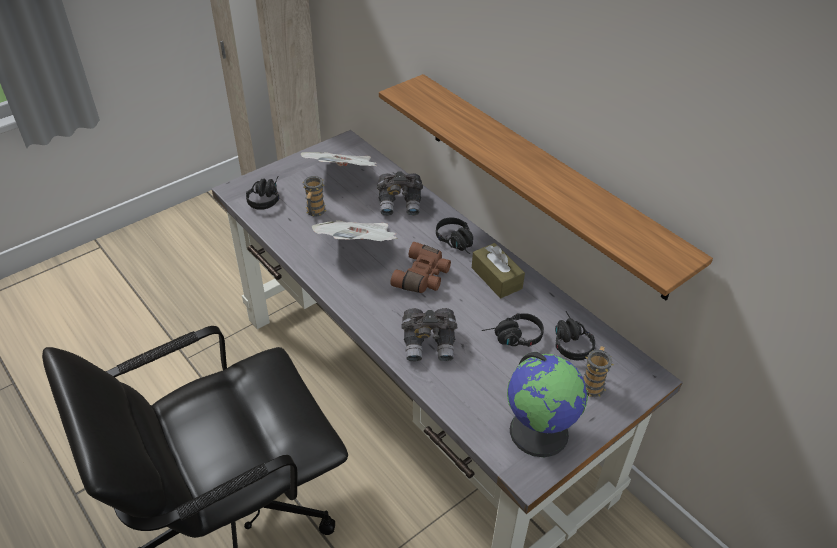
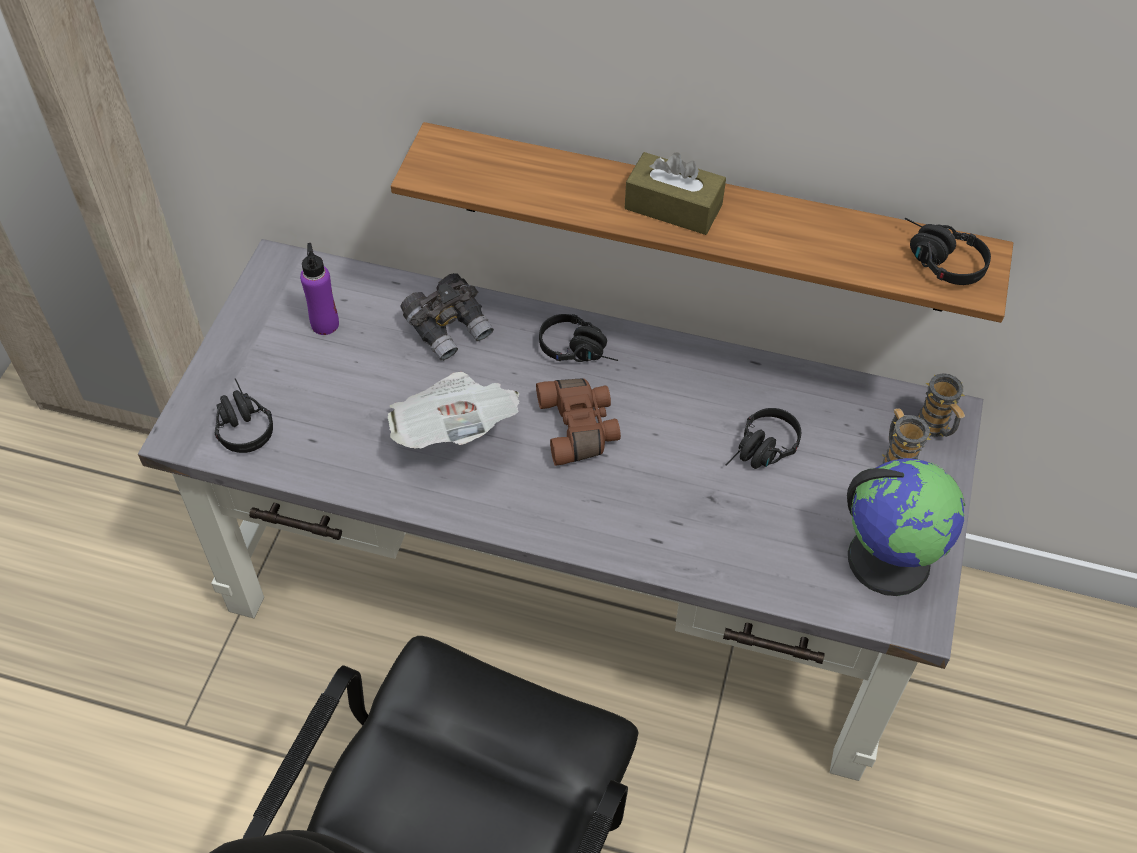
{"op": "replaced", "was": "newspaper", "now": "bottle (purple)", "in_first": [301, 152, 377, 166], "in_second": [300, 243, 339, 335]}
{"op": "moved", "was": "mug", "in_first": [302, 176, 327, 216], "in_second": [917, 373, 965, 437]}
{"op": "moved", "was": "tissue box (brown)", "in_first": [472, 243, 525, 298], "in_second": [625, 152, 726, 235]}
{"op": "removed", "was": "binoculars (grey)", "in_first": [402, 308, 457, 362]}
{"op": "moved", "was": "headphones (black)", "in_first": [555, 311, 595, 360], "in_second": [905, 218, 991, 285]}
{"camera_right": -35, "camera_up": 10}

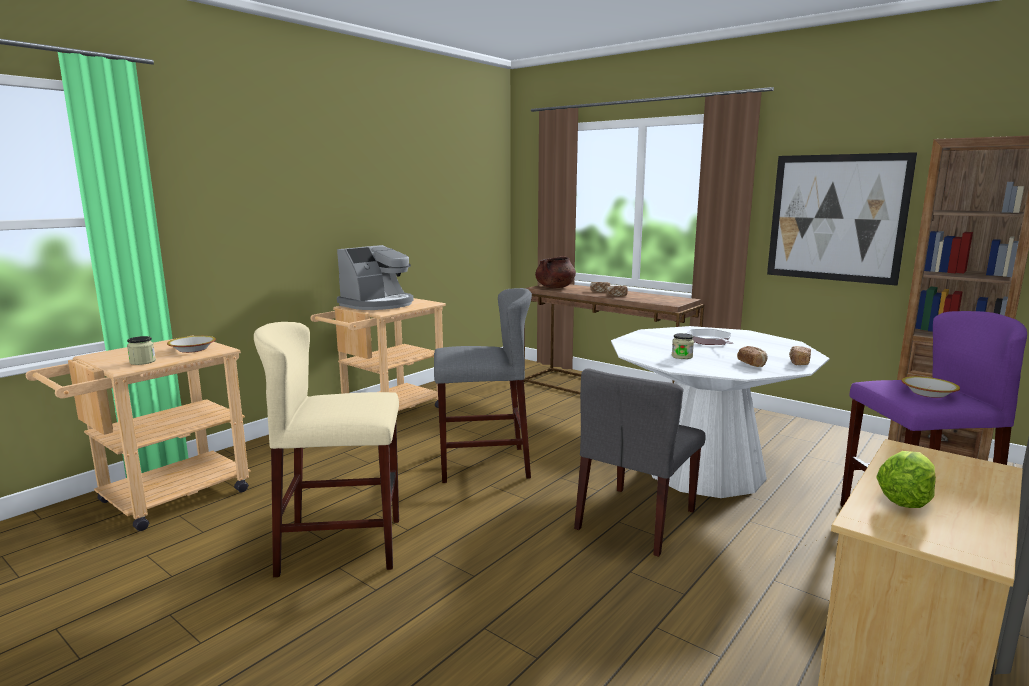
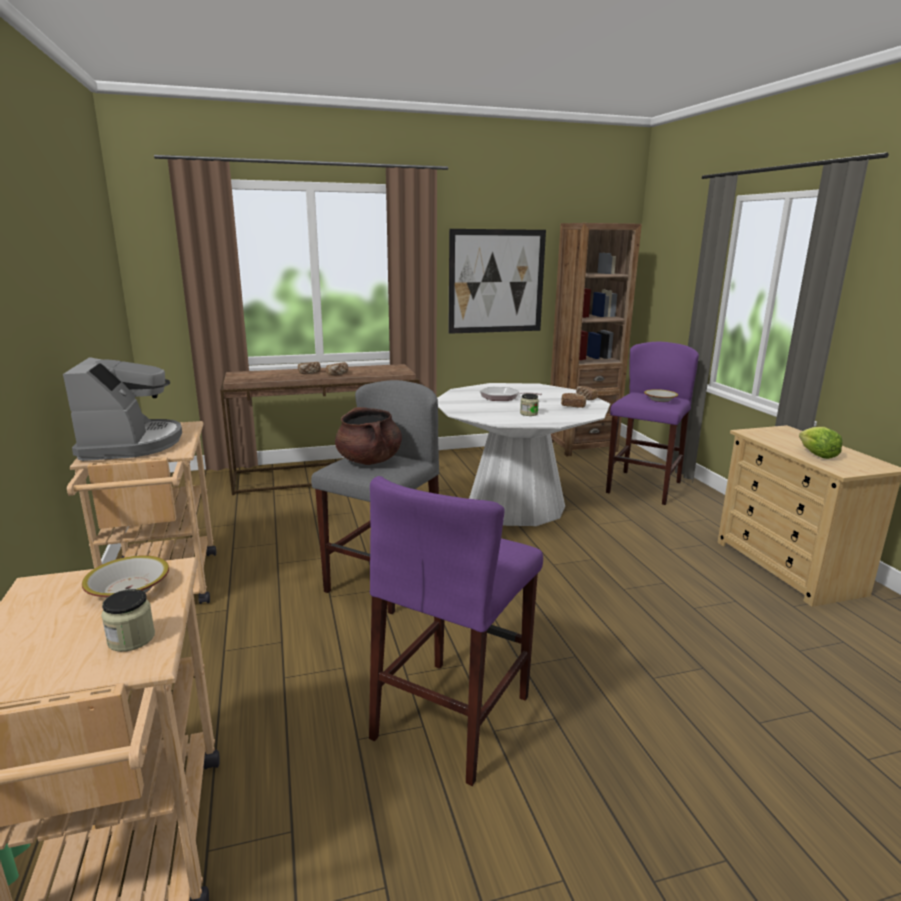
{"op": "moved", "was": "cooking pot (brown)", "in_first": [535, 256, 576, 288], "in_second": [335, 407, 402, 465]}
{"op": "recoloured", "was": "stool (beige)", "now": "stool (purple)", "in_first": [254, 322, 399, 577], "in_second": [369, 476, 543, 786]}
{"op": "removed", "was": "chair (grey)", "in_first": [574, 368, 706, 557]}
{"camera_right": -55, "camera_up": 5}

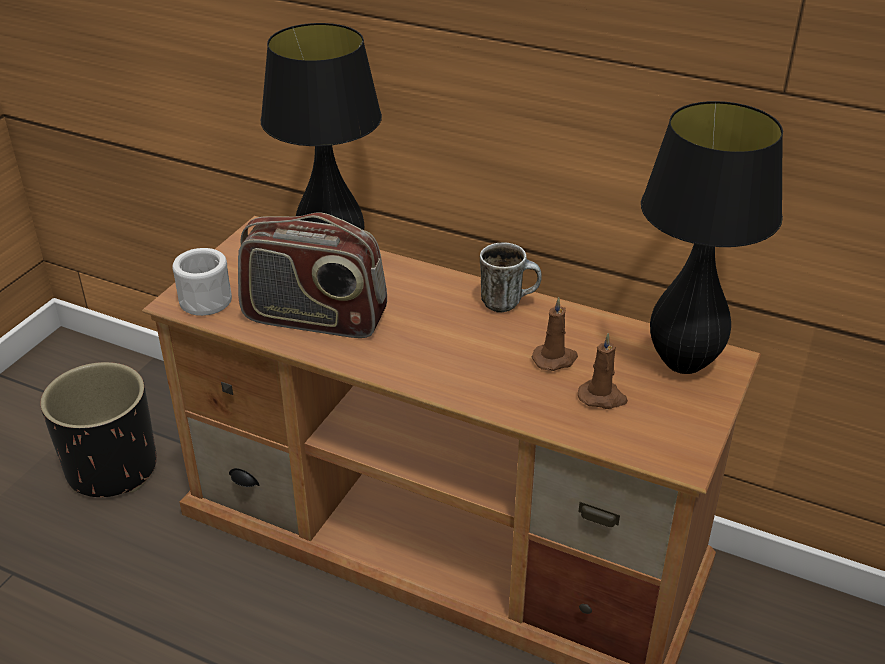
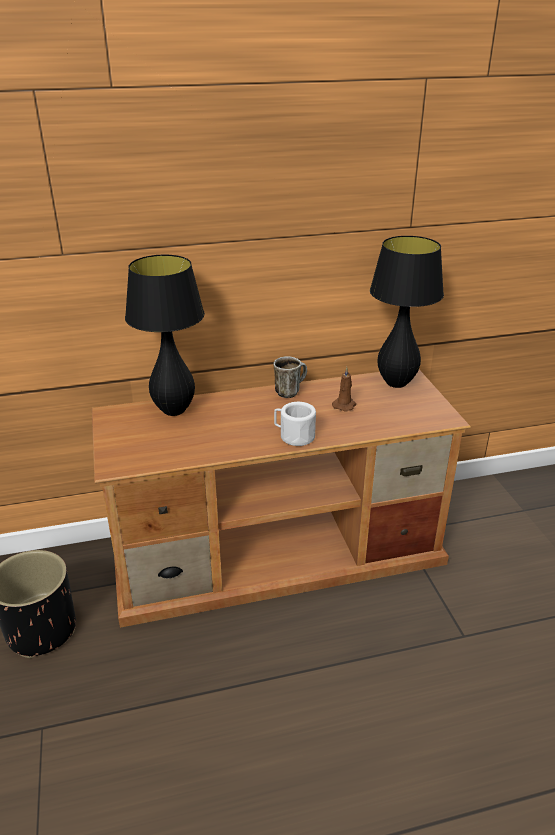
{"op": "removed", "was": "radio", "in_first": [238, 212, 387, 338]}
{"op": "moved", "was": "mug (white)", "in_first": [172, 248, 232, 316], "in_second": [274, 402, 316, 446]}
{"op": "removed", "was": "candle (brown)", "in_first": [578, 333, 628, 409]}
{"camera_right": -40, "camera_up": -5}

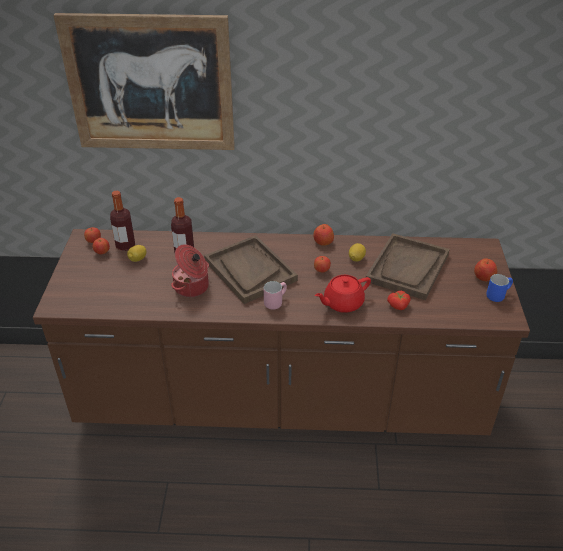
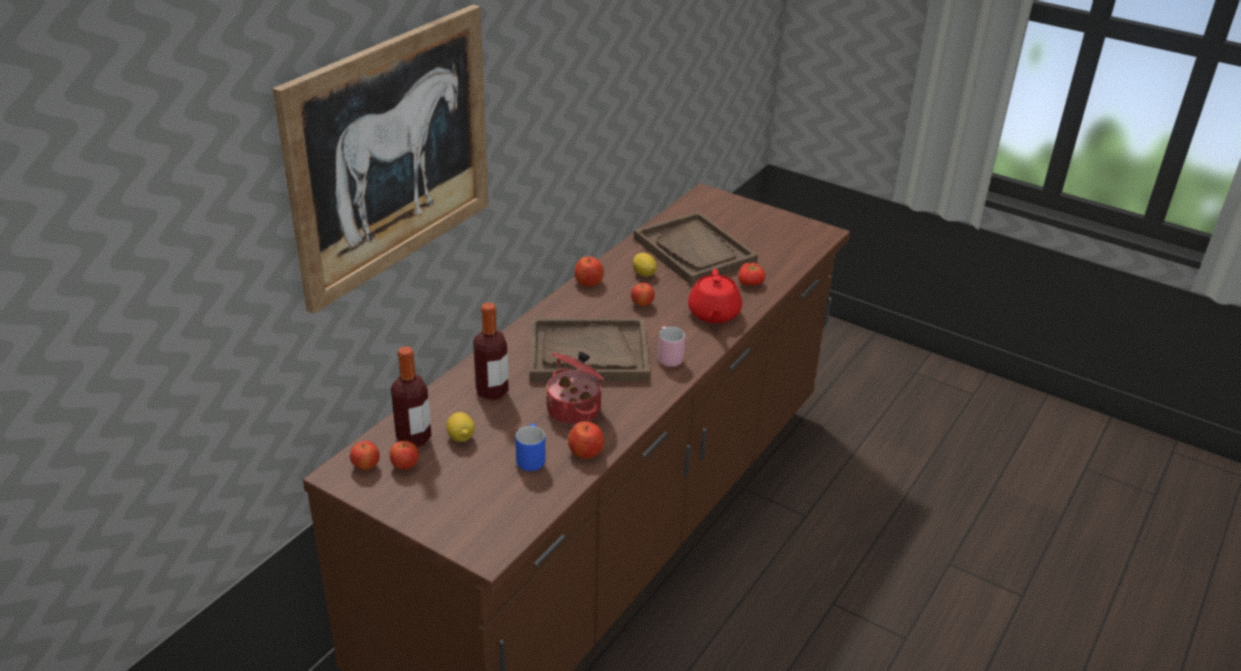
{"op": "moved", "was": "apple", "in_first": [474, 258, 497, 281], "in_second": [568, 421, 605, 459]}
{"op": "moved", "was": "mug (blue)", "in_first": [486, 274, 513, 302], "in_second": [515, 424, 545, 471]}
{"camera_right": -60, "camera_up": -5}

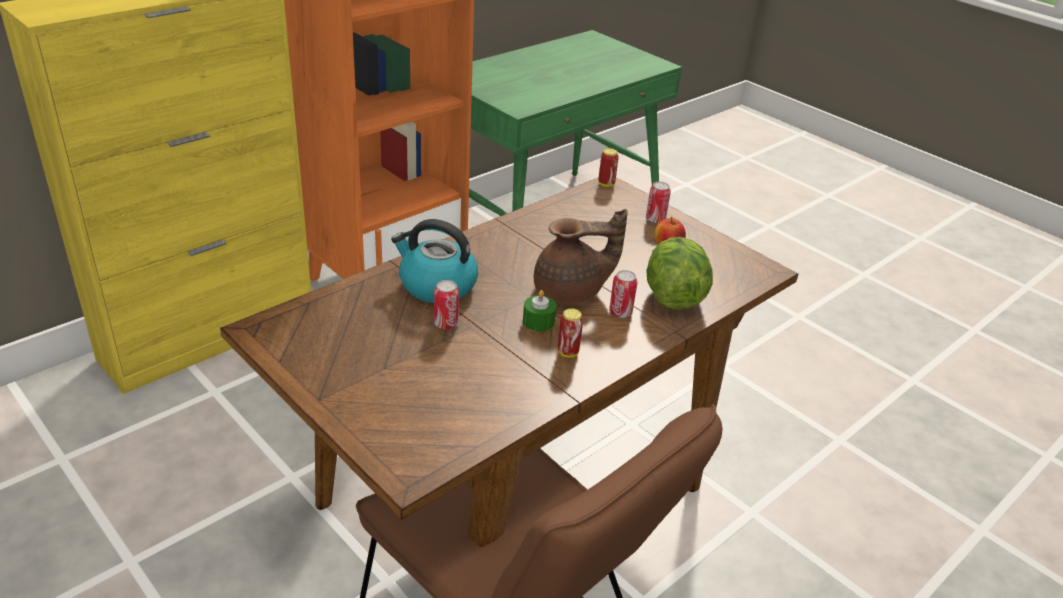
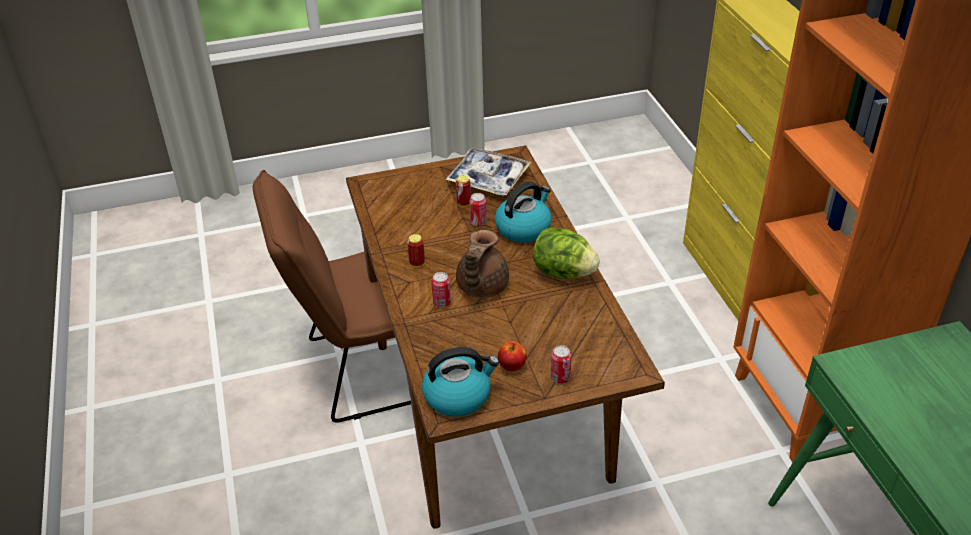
{"op": "moved", "was": "can", "in_first": [598, 148, 619, 187], "in_second": [456, 175, 471, 207]}
{"op": "moved", "was": "lettuce", "in_first": [646, 237, 713, 310], "in_second": [533, 227, 600, 279]}
{"op": "removed", "was": "candle (green)", "in_first": [523, 290, 556, 332]}
{"op": "added", "now": "tray", "in_second": [445, 148, 531, 196]}
{"op": "added", "now": "kettle", "in_second": [422, 347, 499, 417]}
{"camera_right": 120, "camera_up": 5}

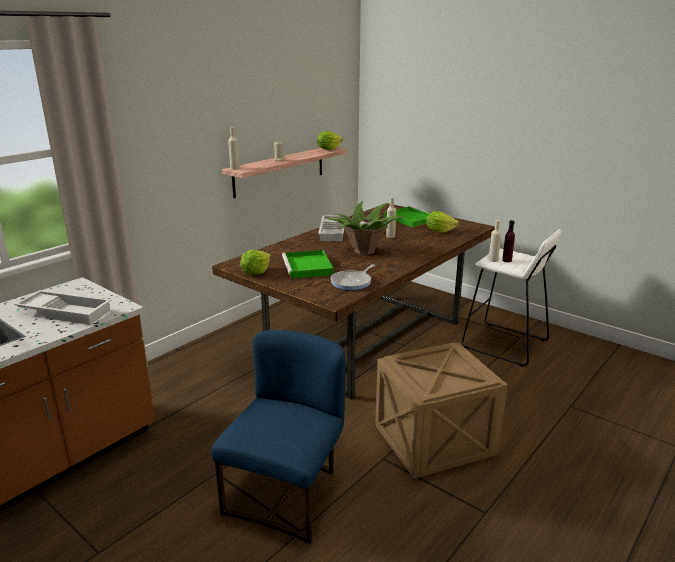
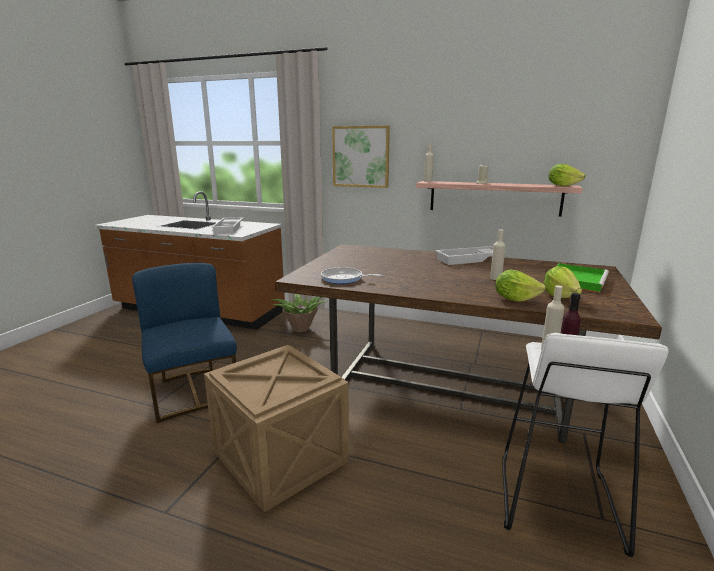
{"op": "moved", "was": "potted plant", "in_first": [326, 201, 404, 255], "in_second": [271, 294, 327, 332]}
{"op": "moved", "was": "lettuce", "in_first": [240, 250, 271, 275], "in_second": [495, 270, 546, 302]}
{"op": "removed", "was": "tray (green)", "in_first": [282, 250, 333, 279]}
{"op": "turned", "was": "chair (blue)", "in_first": [211, 330, 346, 543], "in_second": [132, 263, 237, 423], "clockwise": -120}
{"op": "added", "now": "picture", "in_second": [332, 126, 390, 188]}
{"camera_right": 70, "camera_up": -5}

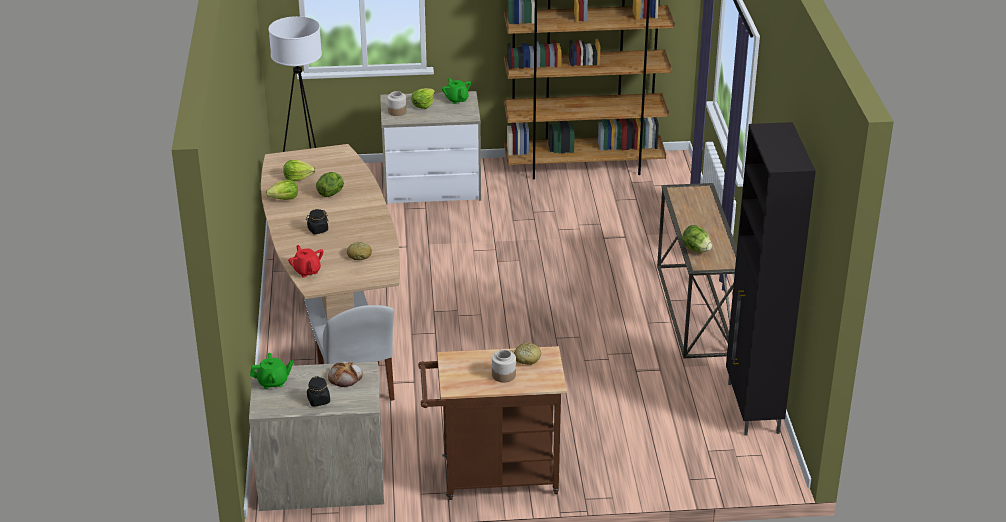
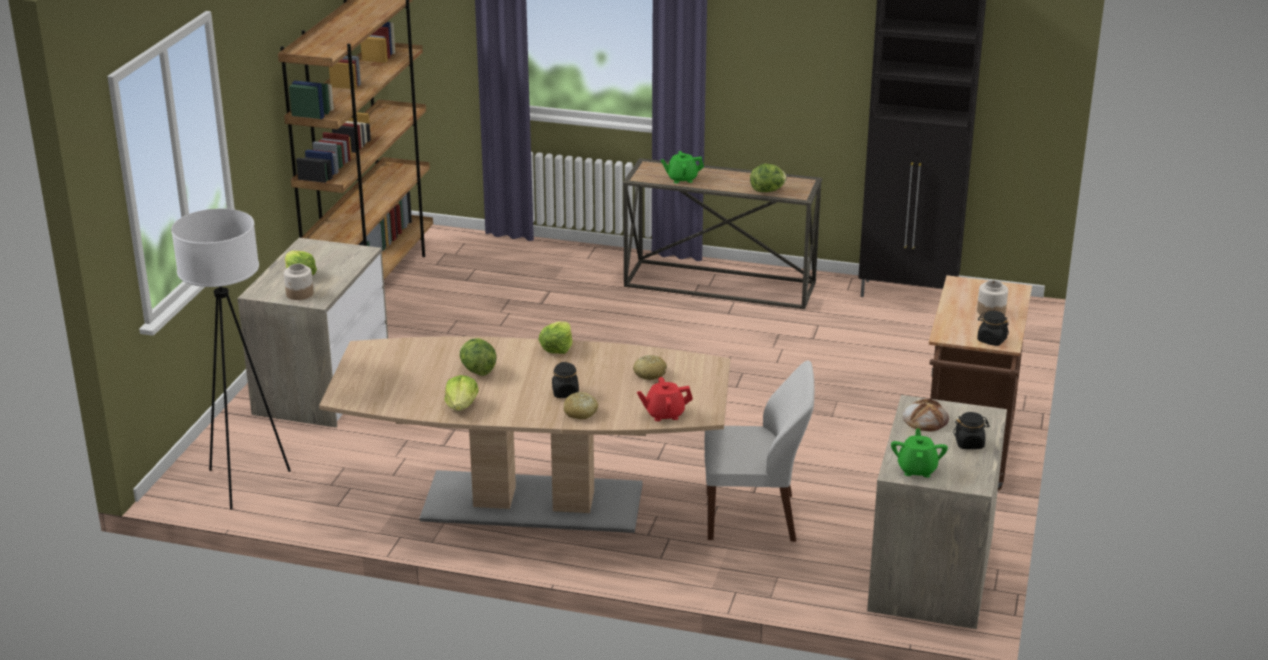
{"op": "moved", "was": "teapot (green)", "in_first": [442, 78, 471, 104], "in_second": [661, 151, 704, 183]}
{"op": "moved", "was": "lettuce", "in_first": [283, 160, 315, 181], "in_second": [538, 321, 573, 354]}
{"op": "moved", "was": "bread", "in_first": [514, 343, 541, 365], "in_second": [564, 392, 598, 419]}
{"op": "added", "now": "jar (black)", "in_second": [977, 311, 1009, 346]}
{"camera_right": -70, "camera_up": -5}

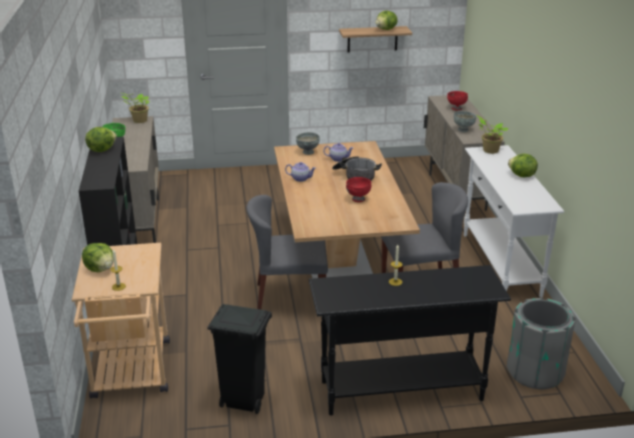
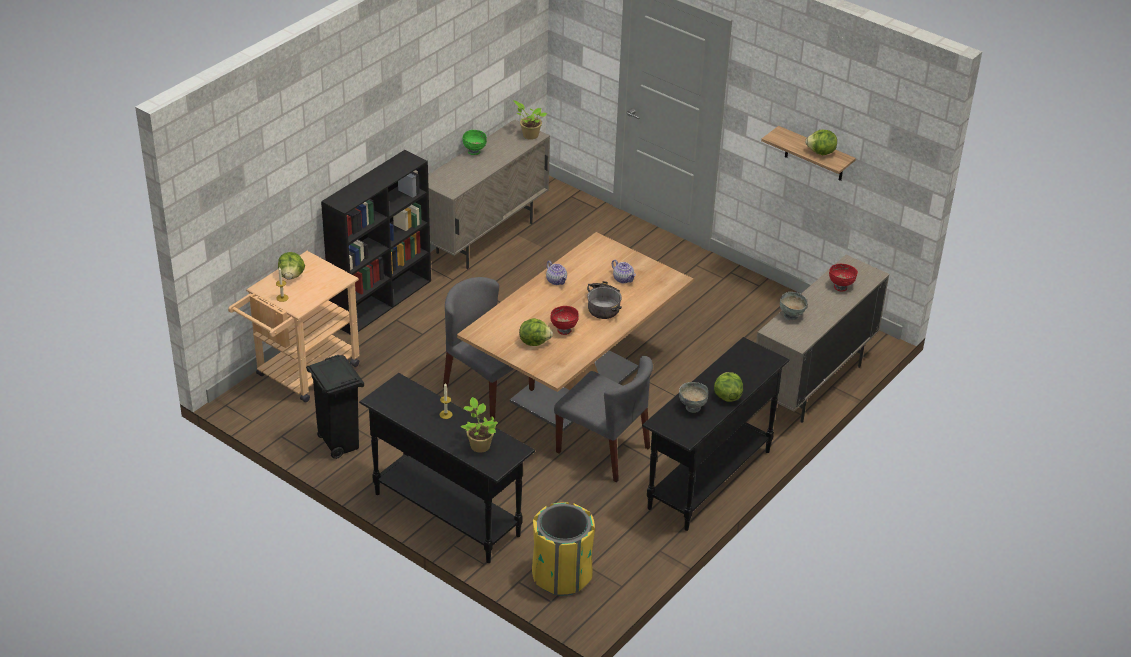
{"op": "moved", "was": "potted plant", "in_first": [476, 115, 509, 154], "in_second": [461, 397, 498, 453]}
{"op": "moved", "was": "lettuce", "in_first": [85, 127, 117, 152], "in_second": [519, 318, 553, 346]}
{"op": "moved", "was": "bowl (grey)", "in_first": [296, 132, 320, 155], "in_second": [679, 382, 708, 413]}
{"op": "recoloured", "was": "console table (white)", "now": "console table (black)", "in_first": [464, 145, 564, 297], "in_second": [642, 337, 790, 531]}
{"op": "recoloured", "was": "trash can (grey)", "now": "trash can (yellow)", "in_first": [507, 298, 576, 389], "in_second": [532, 502, 595, 596]}
{"camera_right": 45, "camera_up": 10}

